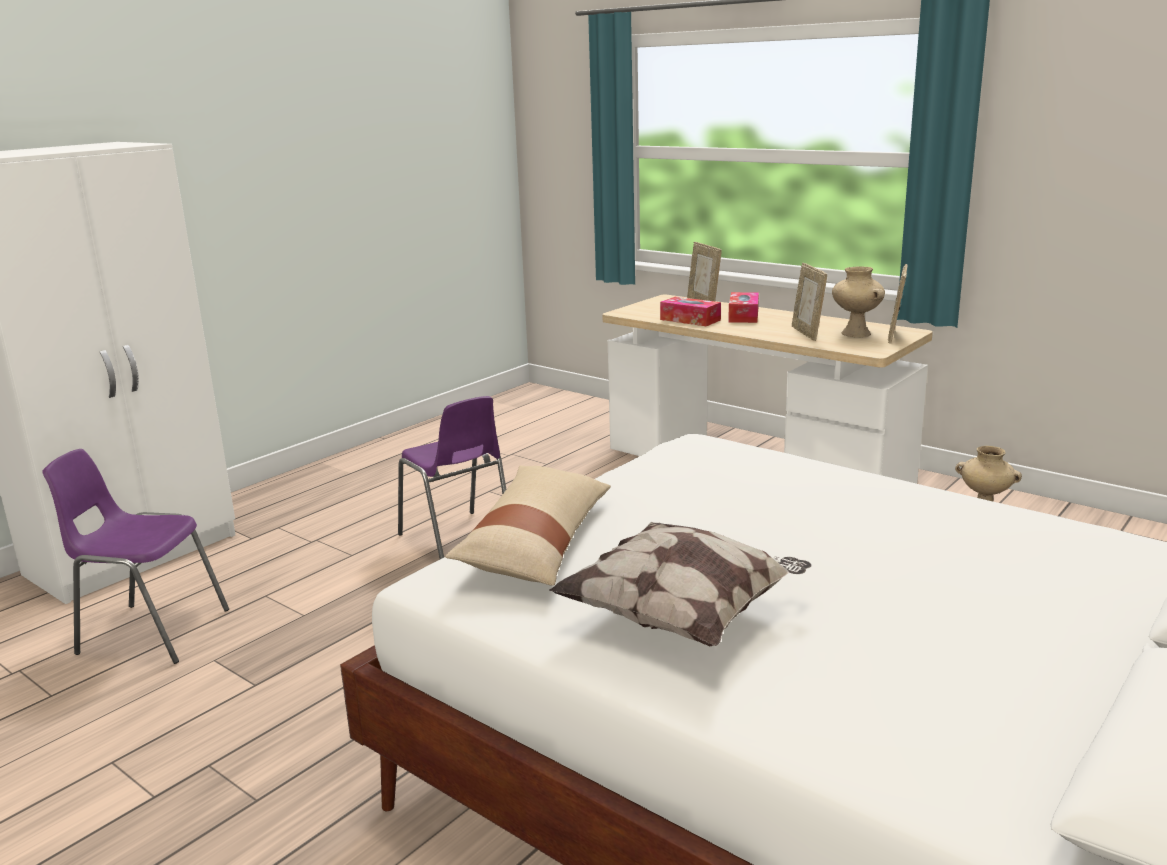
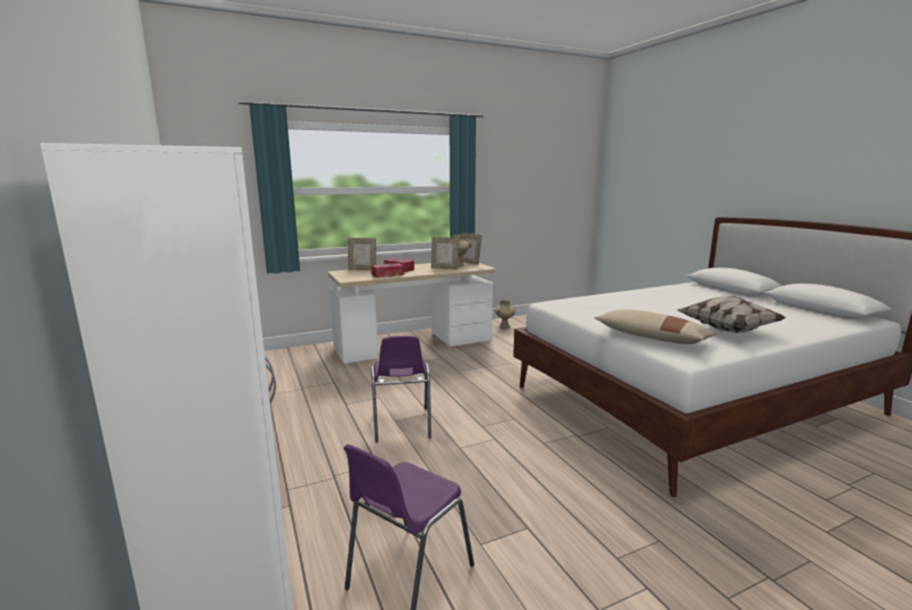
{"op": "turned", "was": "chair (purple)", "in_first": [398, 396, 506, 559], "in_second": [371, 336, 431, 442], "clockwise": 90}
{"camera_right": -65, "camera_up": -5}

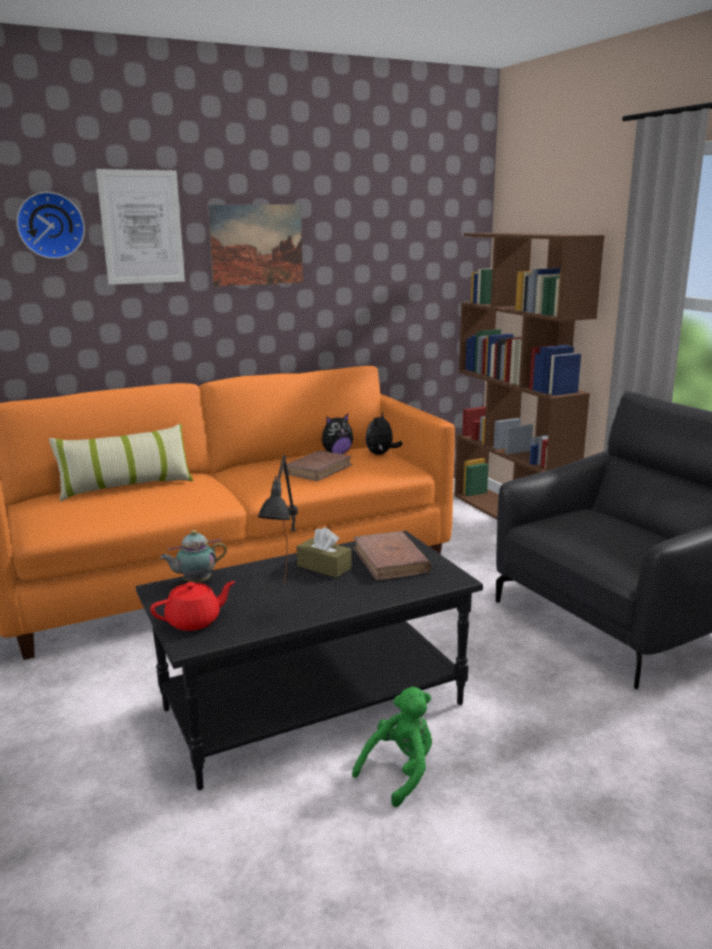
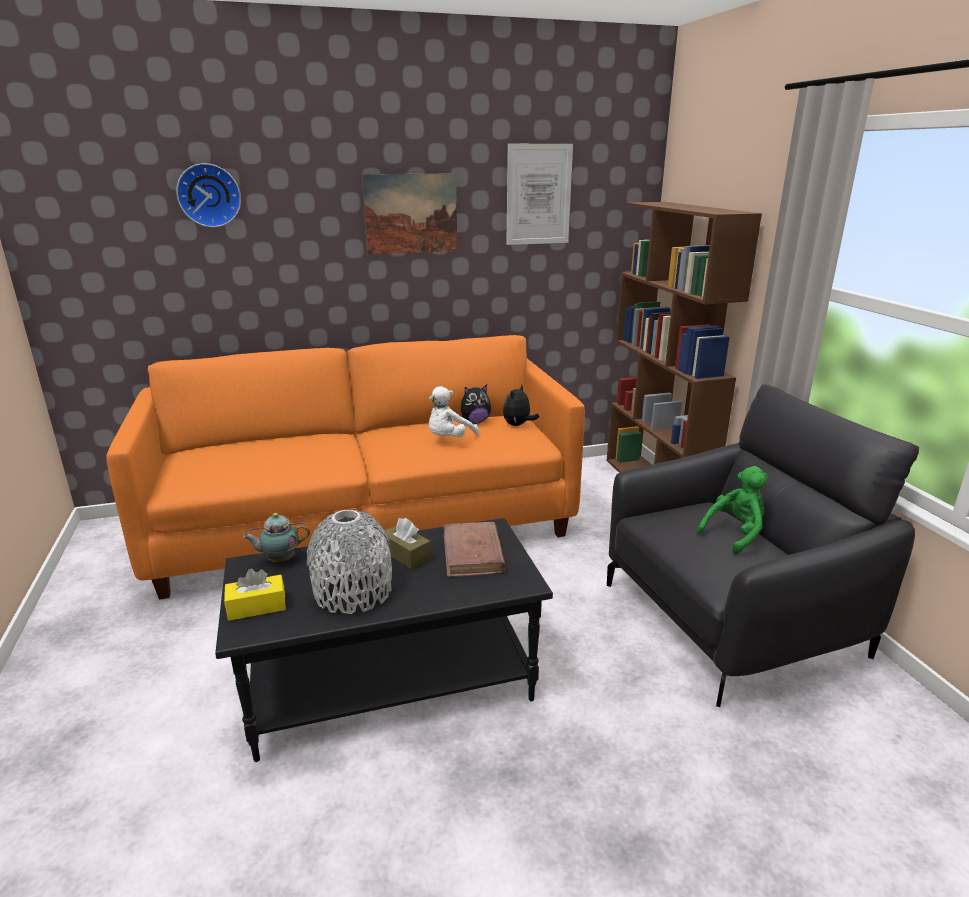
{"op": "moved", "was": "picture", "in_first": [96, 169, 185, 285], "in_second": [506, 144, 573, 245]}
{"op": "removed", "was": "pillow", "in_first": [49, 424, 193, 501]}
{"op": "replaced", "was": "book (brown)", "now": "plush toy (white)", "in_first": [283, 450, 353, 481], "in_second": [429, 386, 479, 437]}
{"op": "replaced", "was": "table lamp (black)", "now": "vase (grey)", "in_first": [258, 455, 298, 584], "in_second": [307, 510, 392, 614]}
{"op": "replaced", "was": "teapot (red)", "now": "tissue box (yellow)", "in_first": [150, 581, 235, 631], "in_second": [224, 568, 286, 621]}
{"op": "moved", "was": "plush toy (green)", "in_first": [352, 687, 432, 807], "in_second": [696, 466, 768, 555]}
{"camera_right": 10, "camera_up": 5}

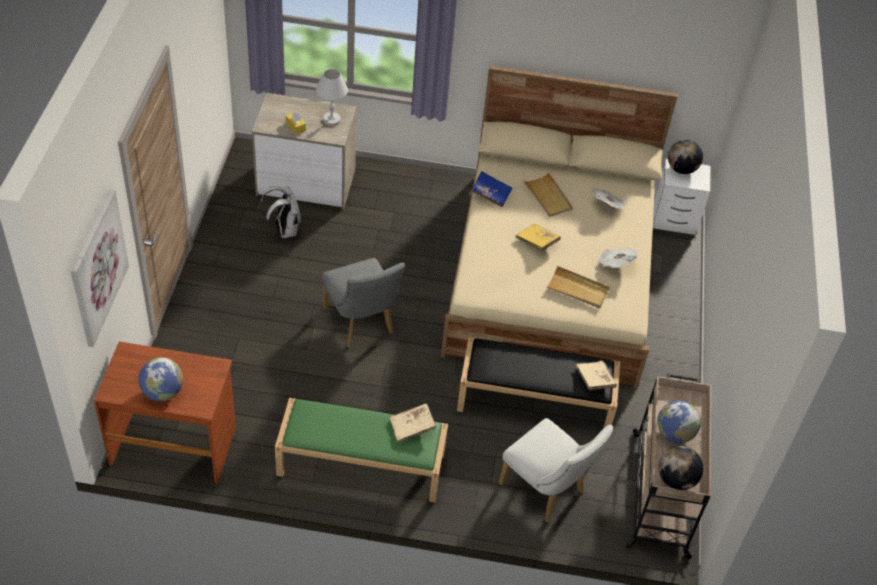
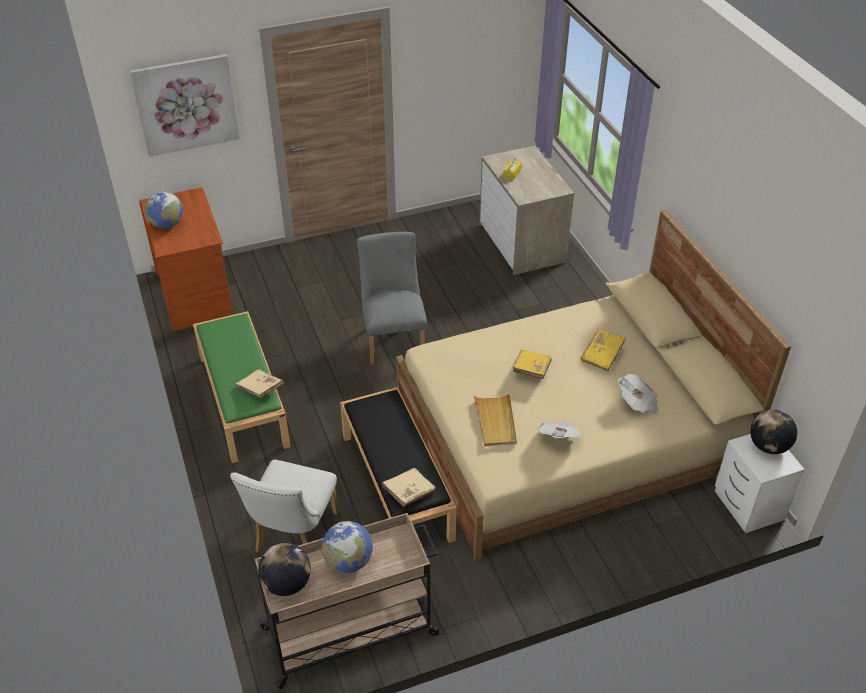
{"op": "removed", "was": "table lamp (white)", "in_first": [316, 69, 348, 126]}
{"op": "removed", "was": "book (blue)", "in_first": [472, 171, 512, 207]}
{"op": "replaced", "was": "tray (beige)", "now": "book (yellow)", "in_first": [523, 172, 573, 217], "in_second": [580, 329, 626, 371]}
{"op": "removed", "was": "backpack (white)", "in_first": [260, 186, 301, 238]}
{"op": "turned", "was": "chair (grey)", "in_first": [322, 258, 405, 347], "in_second": [357, 232, 427, 365], "clockwise": 135}
{"camera_right": 65, "camera_up": -5}

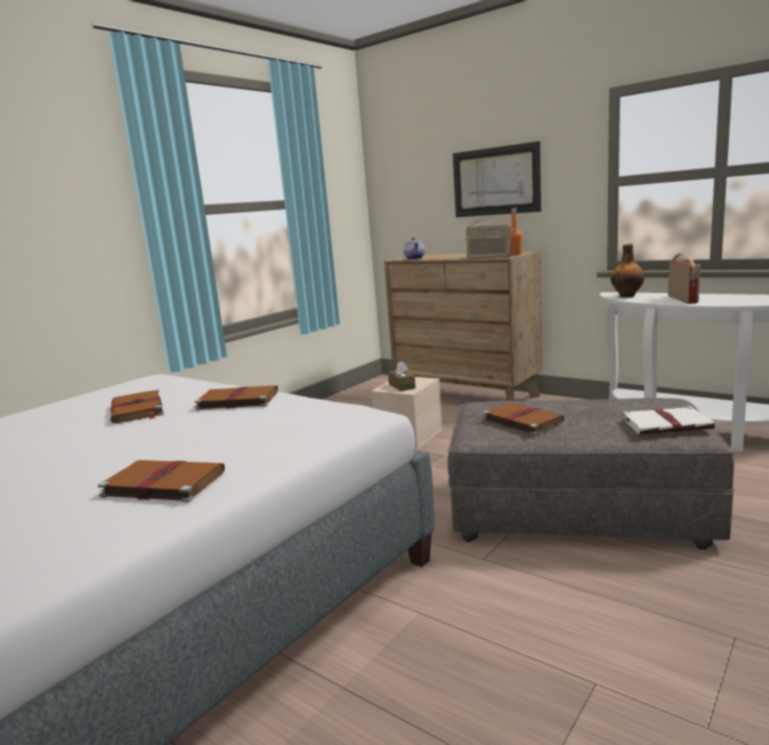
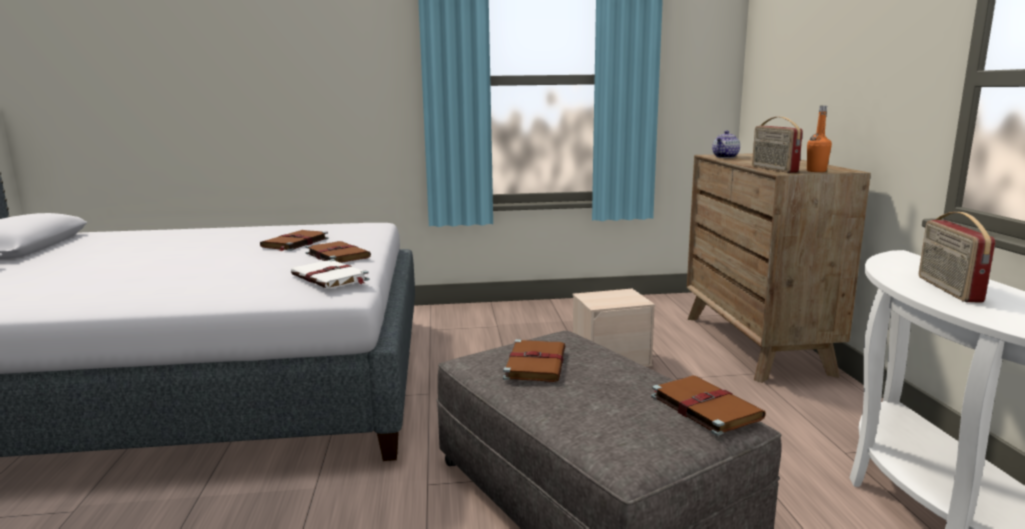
{"op": "removed", "was": "picture", "in_first": [453, 141, 541, 217]}
{"op": "removed", "was": "bottle", "in_first": [611, 244, 645, 297]}
{"op": "turned", "was": "radio", "in_first": [668, 253, 700, 304], "in_second": [919, 212, 995, 302], "clockwise": 135}
{"op": "removed", "was": "tissue box (brown)", "in_first": [388, 361, 416, 391]}
{"op": "moved", "was": "book (white)", "in_first": [622, 406, 715, 434], "in_second": [291, 259, 370, 289]}
{"op": "moved", "was": "book (brown)", "in_first": [98, 460, 225, 502], "in_second": [651, 376, 766, 436]}
{"camera_right": 45, "camera_up": 0}

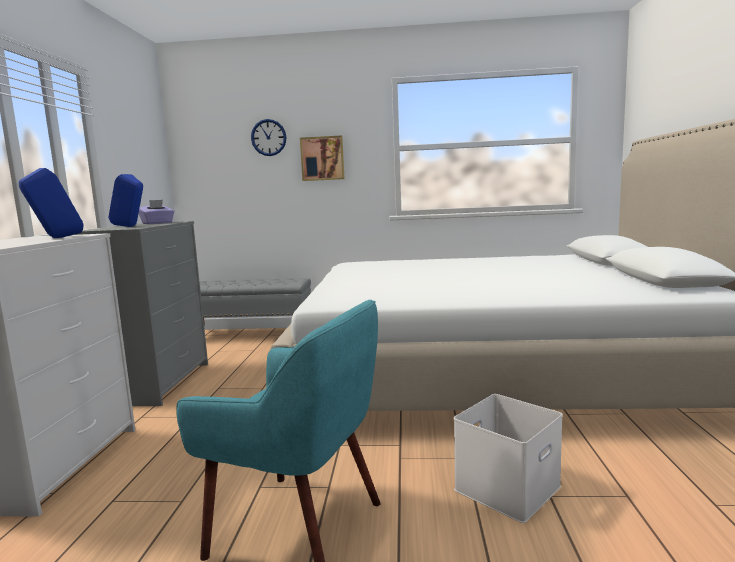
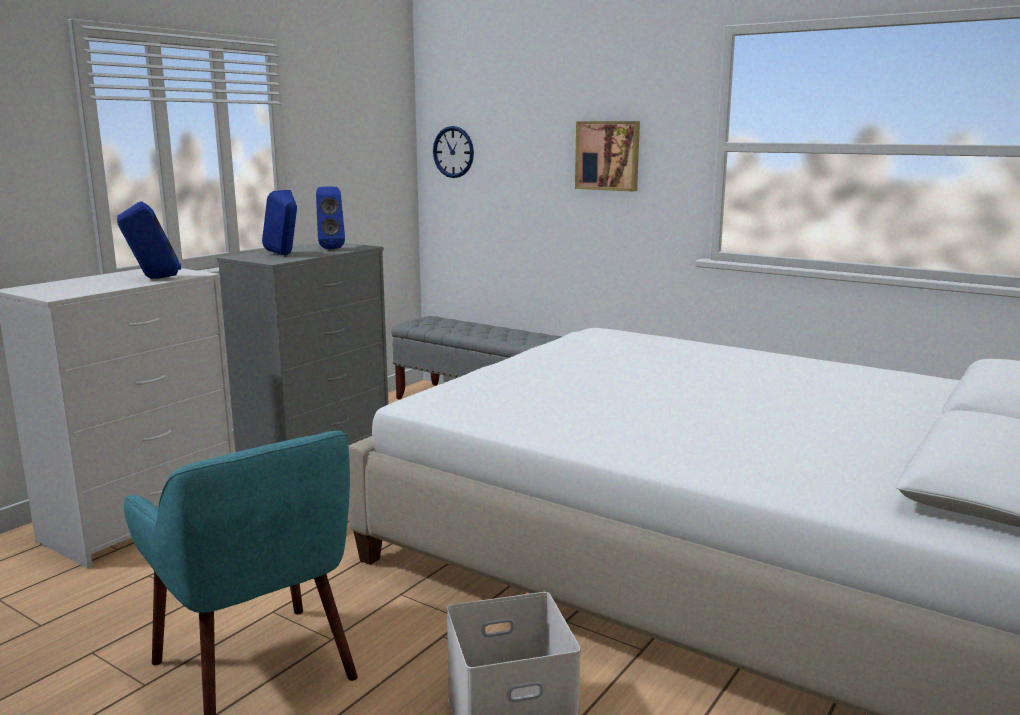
{"op": "moved", "was": "wall clock", "in_first": [251, 119, 286, 156], "in_second": [433, 126, 474, 178]}
{"op": "replaced", "was": "tissue box (purple)", "now": "speaker (blue)", "in_first": [139, 200, 174, 224], "in_second": [316, 186, 345, 250]}
{"camera_right": 30, "camera_up": 5}

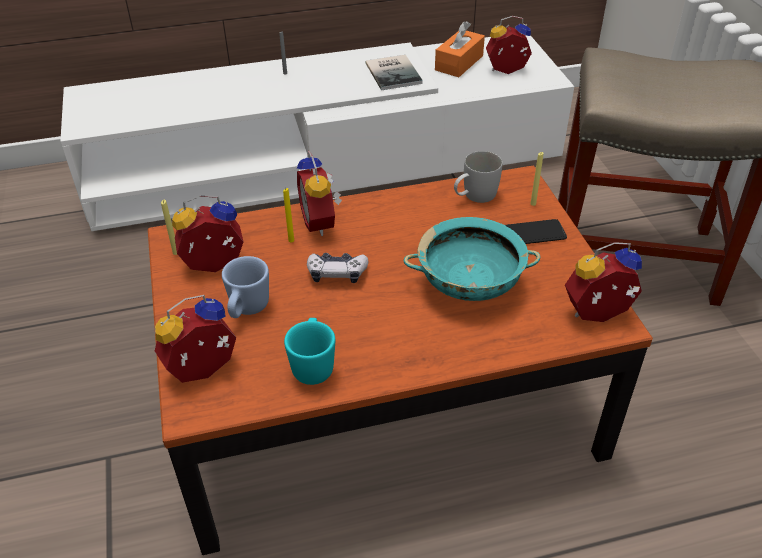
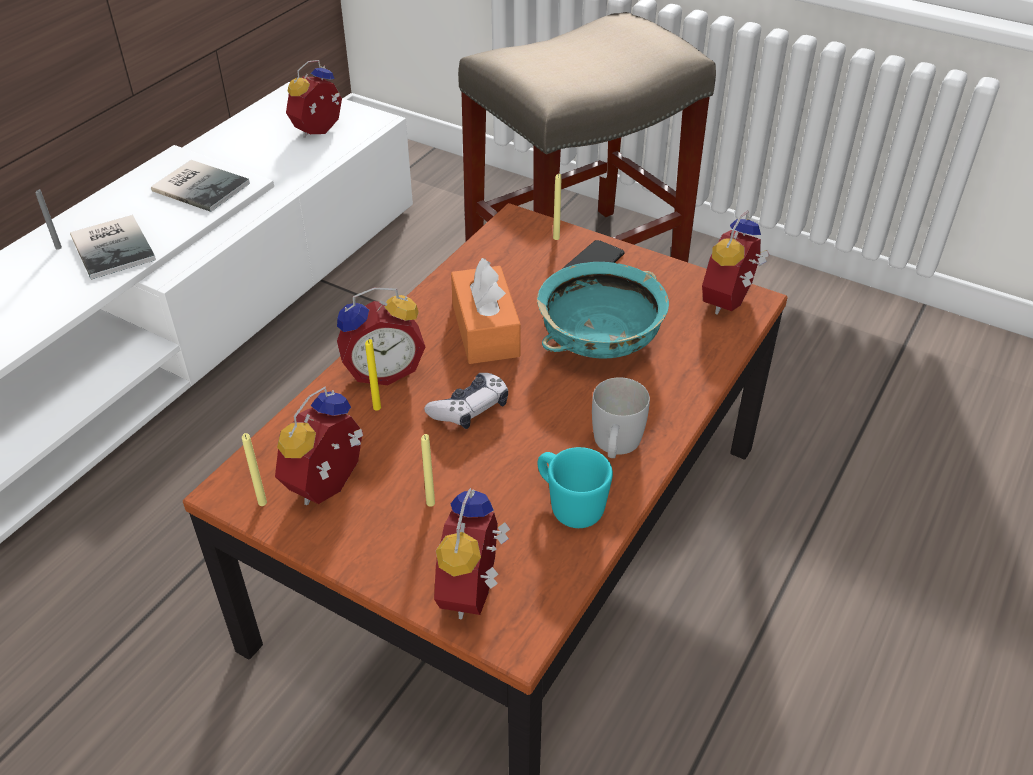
{"op": "moved", "was": "tissue box (orange)", "in_first": [435, 21, 485, 77], "in_second": [451, 258, 521, 364]}
{"op": "turned", "was": "alarm clock", "in_first": [297, 151, 342, 236], "in_second": [337, 287, 425, 385], "clockwise": -45}
{"op": "moved", "was": "mug (white)", "in_first": [454, 151, 502, 203], "in_second": [592, 377, 650, 458]}
{"op": "replaced", "was": "mug (blue)", "now": "candle (yellow)", "in_first": [222, 256, 269, 318], "in_second": [421, 434, 435, 507]}
{"op": "added", "now": "book", "in_second": [70, 215, 156, 279]}
{"camera_right": -45, "camera_up": 0}

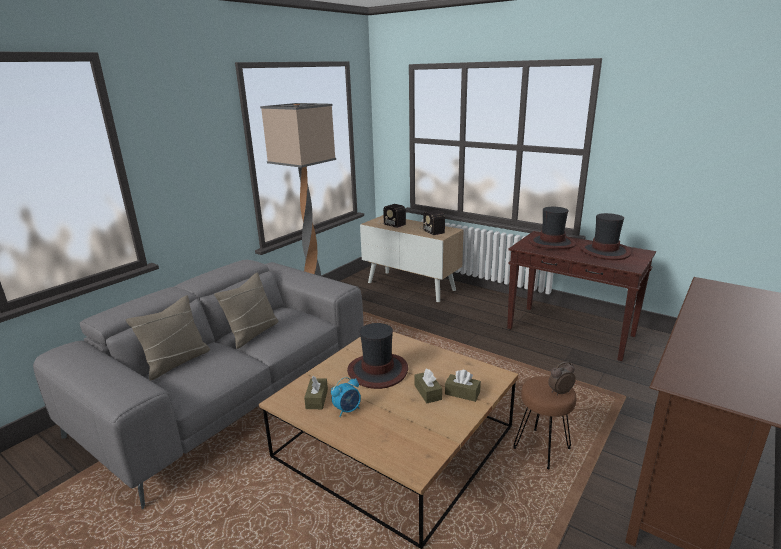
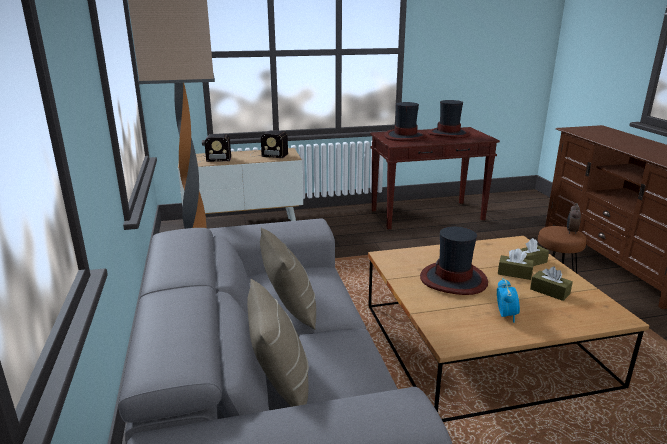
{"op": "moved", "was": "tissue box (brown)", "in_first": [304, 376, 328, 409], "in_second": [530, 266, 573, 301]}
{"camera_right": -50, "camera_up": 0}

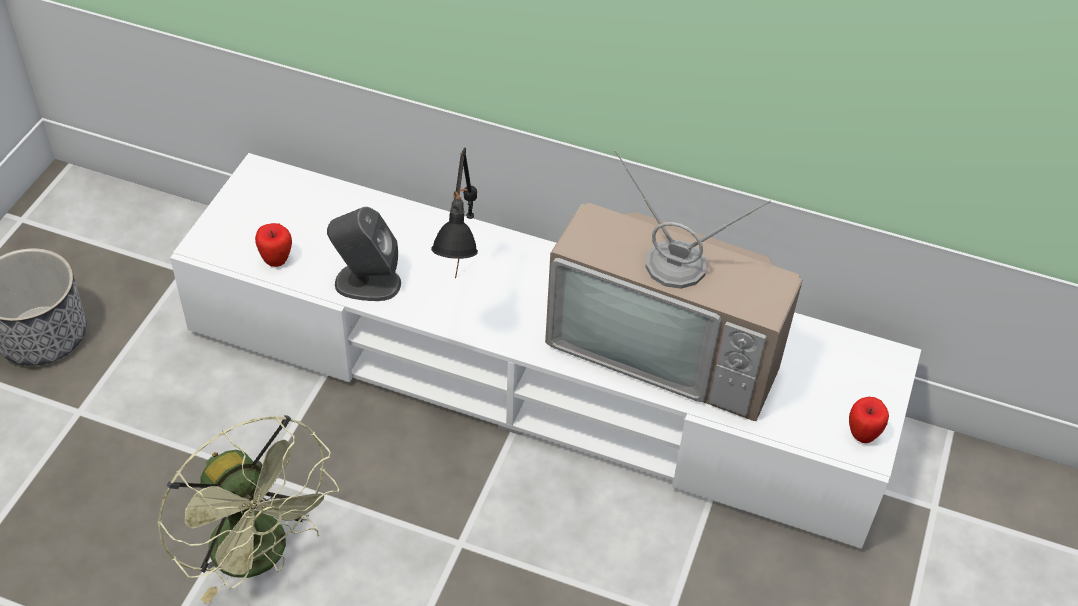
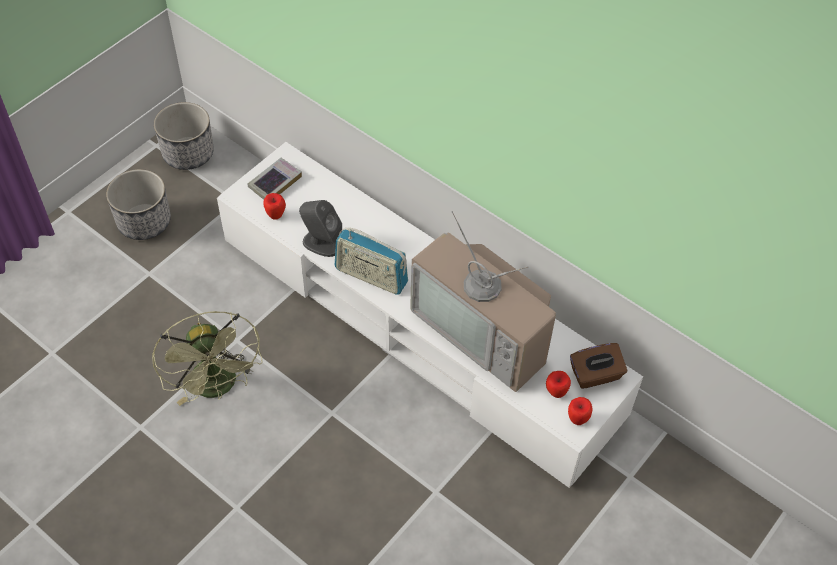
{"op": "replaced", "was": "table lamp (black)", "now": "radio", "in_first": [431, 148, 478, 278], "in_second": [335, 227, 408, 295]}
{"op": "added", "now": "planter", "in_second": [154, 102, 214, 170]}
{"op": "added", "now": "book", "in_second": [248, 158, 302, 200]}
{"op": "added", "now": "tissue box (brown)", "in_second": [570, 343, 627, 389]}
{"op": "added", "now": "apple", "in_second": [546, 371, 571, 398]}
{"camera_right": 20, "camera_up": 5}

